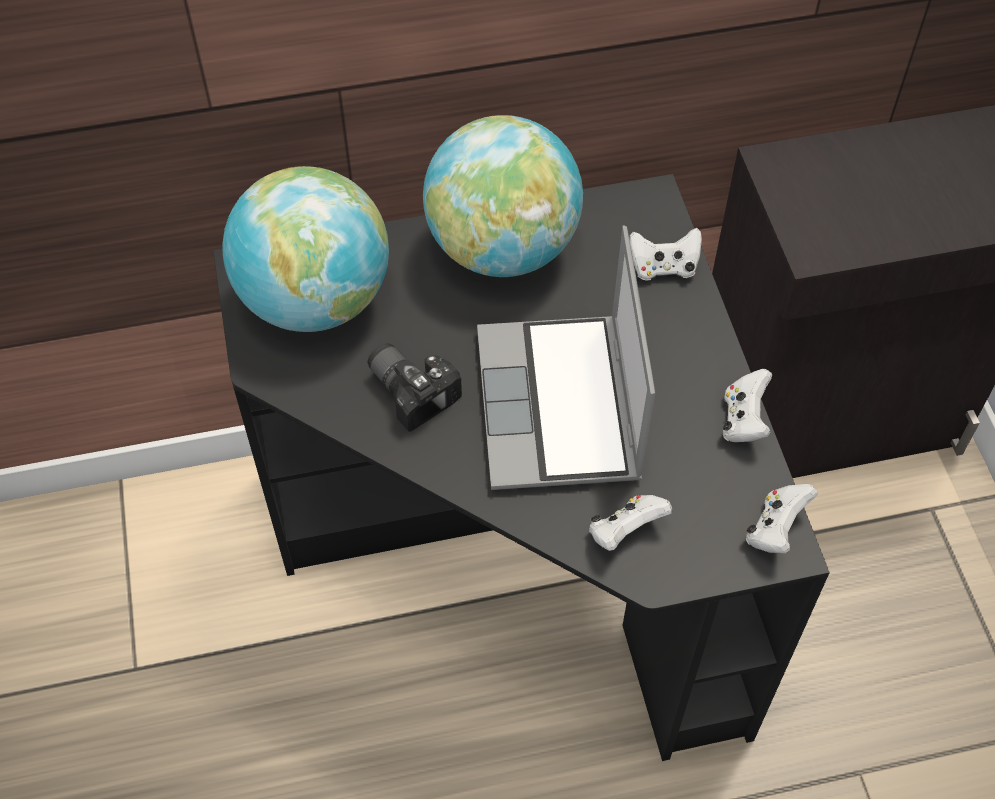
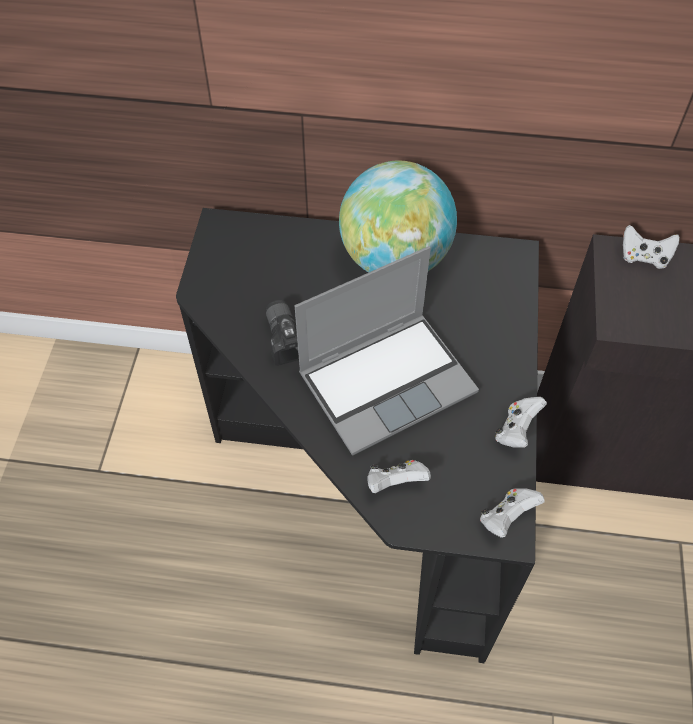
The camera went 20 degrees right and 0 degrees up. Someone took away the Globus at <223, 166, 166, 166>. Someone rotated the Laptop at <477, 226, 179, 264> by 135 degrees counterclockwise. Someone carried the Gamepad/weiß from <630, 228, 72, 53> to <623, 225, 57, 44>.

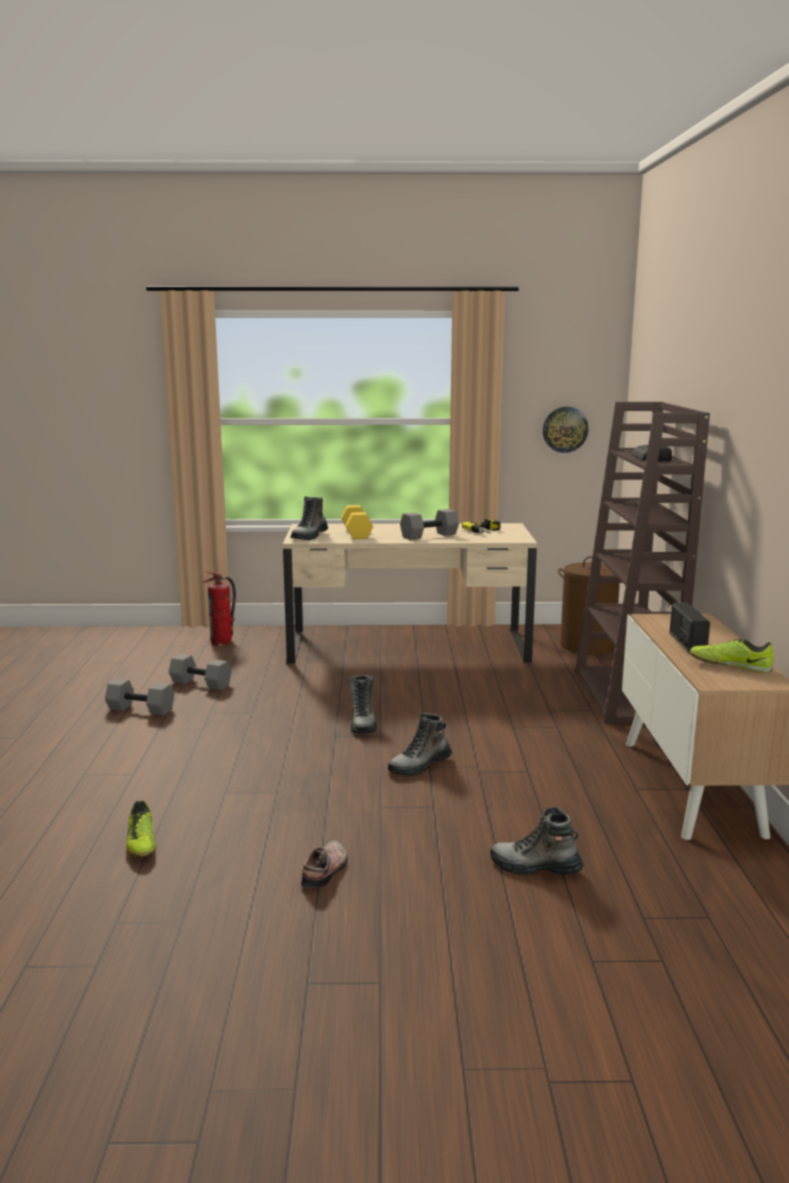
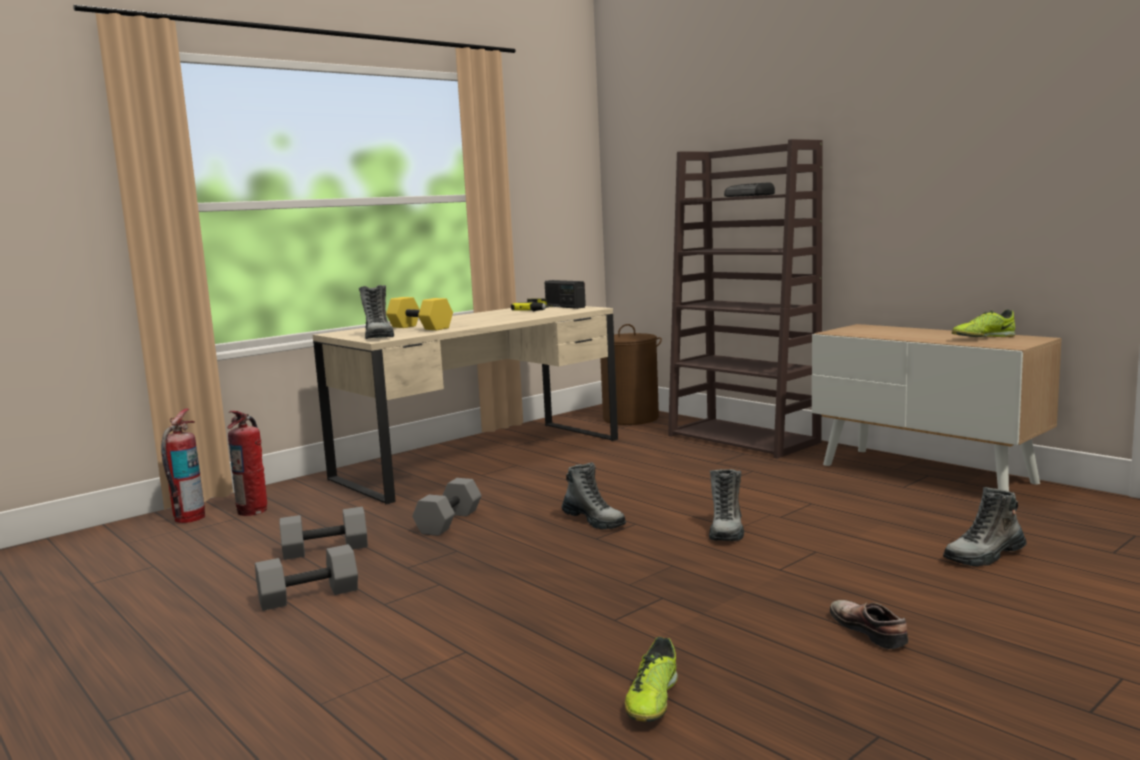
The camera went 40 degrees left and 5 degrees down. Someone rotated the Schuh at <126, 801, 30, 56> by 75 degrees clockwise. Someone carried the Hantel/grau from <400, 509, 59, 31> to <412, 478, 70, 58>. Someone took away the Wanduhr at <542, 407, 46, 46>. Someone carried the Radio from <669, 602, 41, 51> to <545, 280, 41, 29>. Someone put down the Feuerlöscher at <161, 408, 44, 115>.

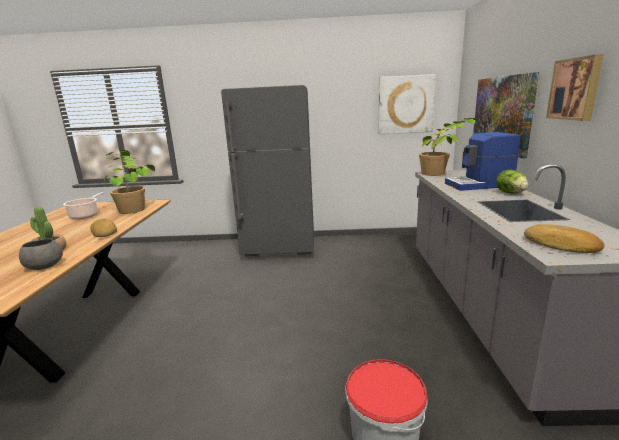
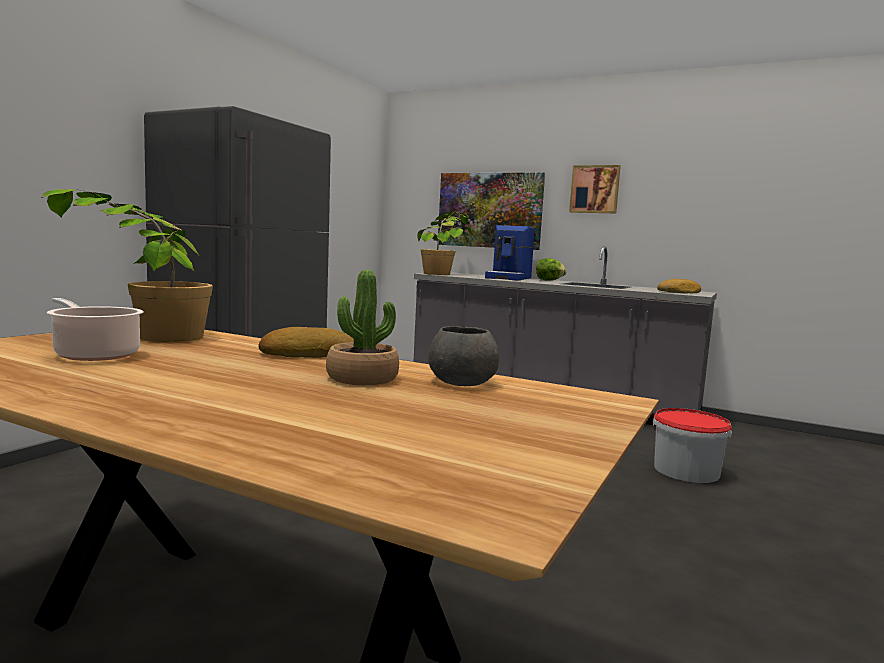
The camera went 65 degrees left and 10 degrees down. Someone took away the Bild at <378, 74, 58, 60>.

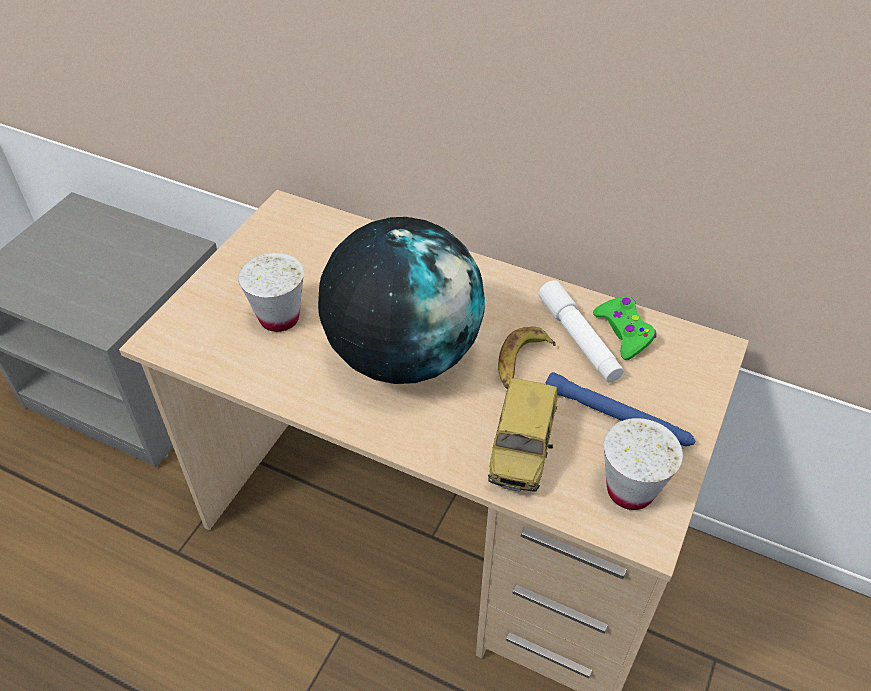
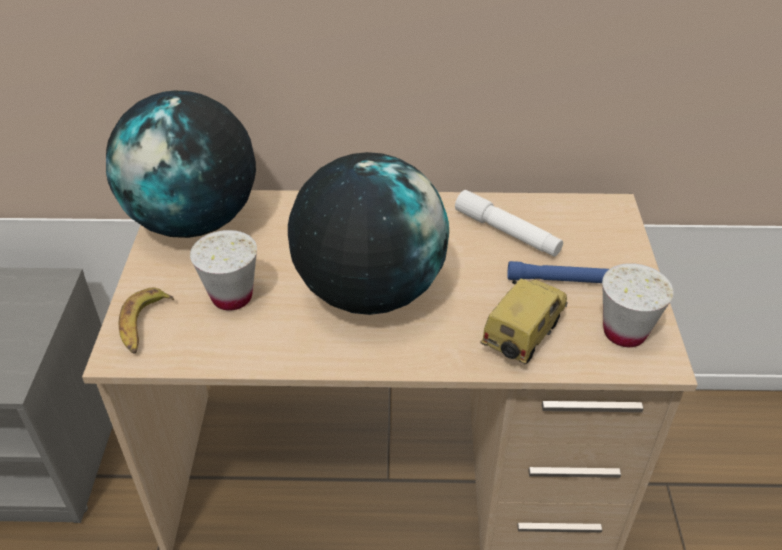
The camera went 25 degrees left and 5 degrees down. Someone rotated the Spielzeugauto at <488, 378, 70, 114> by 135 degrees counterclockwise. Someone carried the Banane from <498, 327, 58, 62> to <119, 288, 55, 66>. Someone took away the Gamepad/grün at <593, 296, 63, 64>. Someone put down the Globus at <106, 91, 150, 147>.

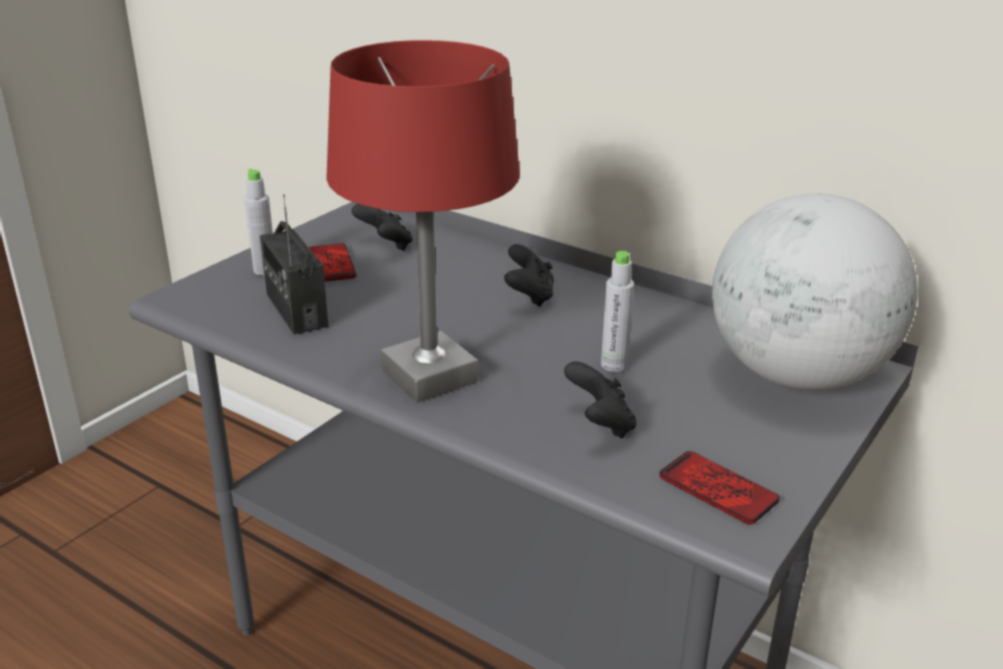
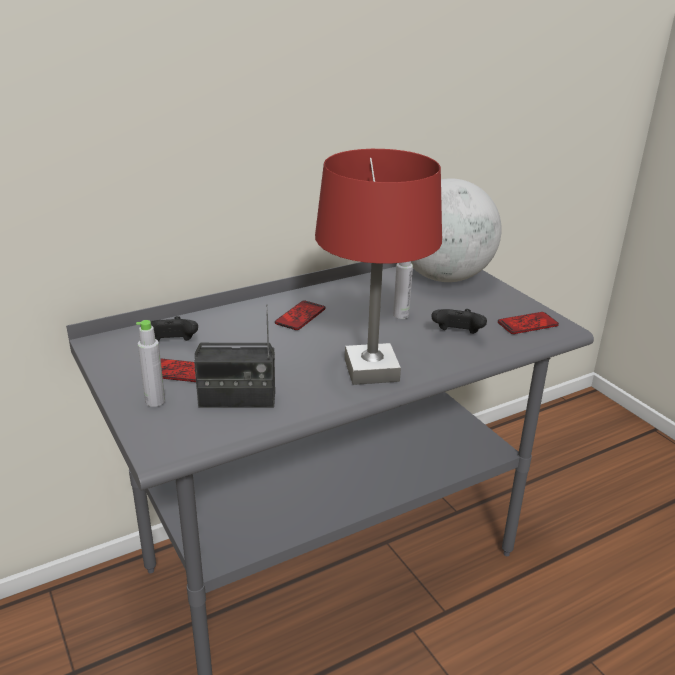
The camera went 65 degrees left and 0 degrees up. Someone swapped the Gamepad/schwarz at <504, 244, 50, 63> for the Handy at <275, 301, 50, 29>.

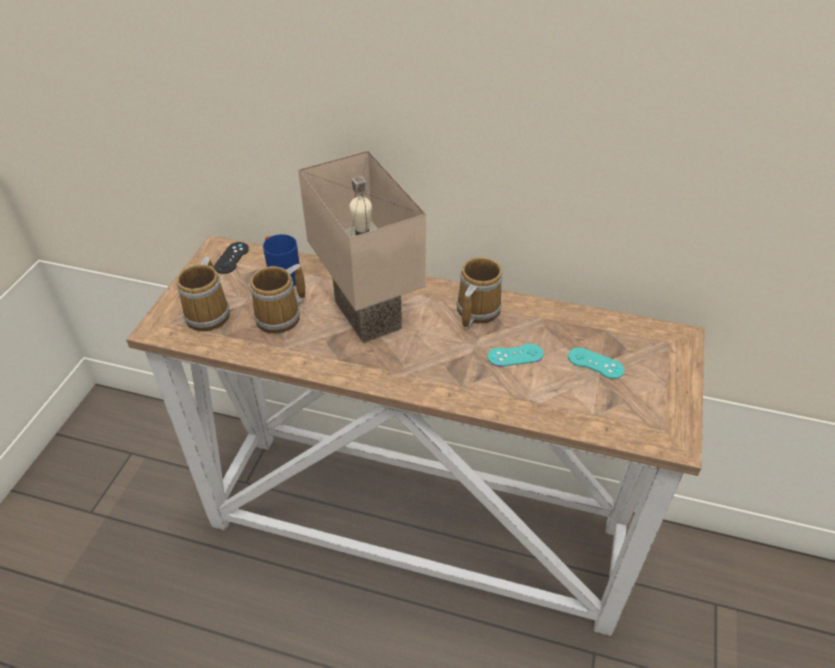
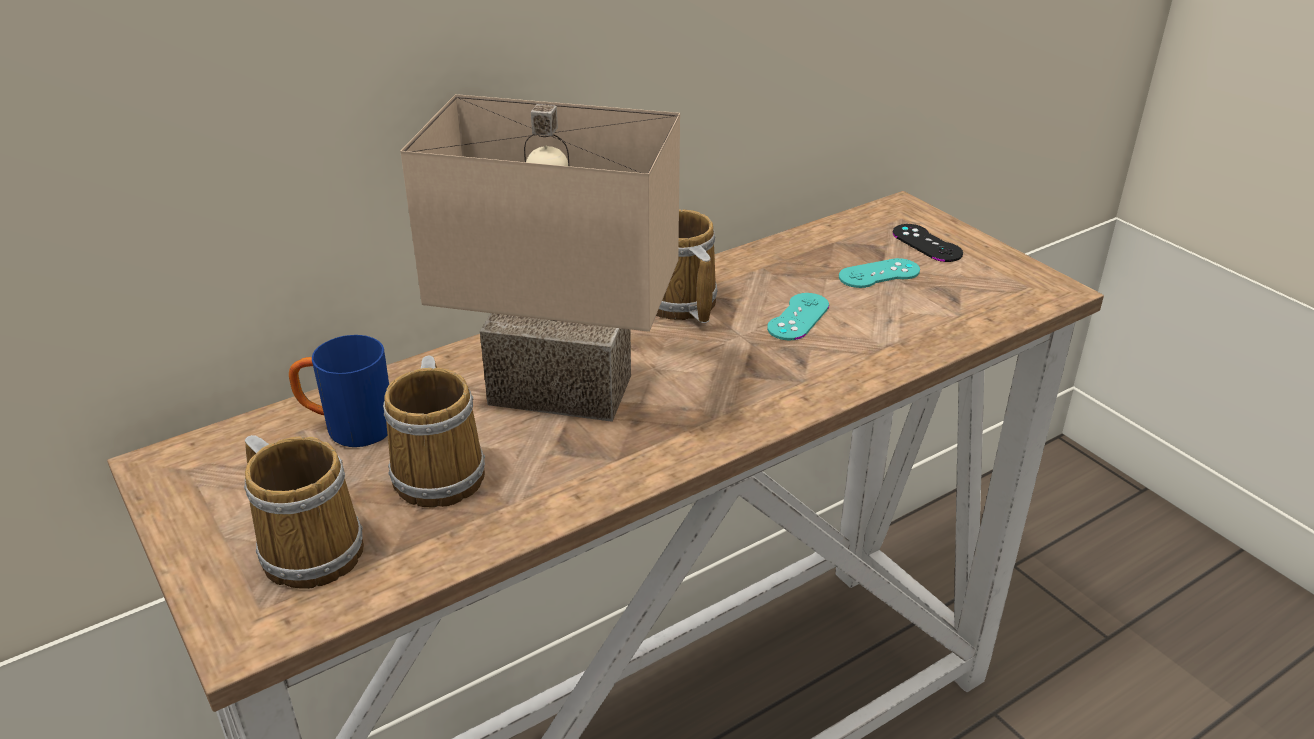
The camera went 50 degrees left and 10 degrees down. Someone carried the Gamepad/schwarz from <214, 242, 35, 32> to <893, 224, 70, 38>.

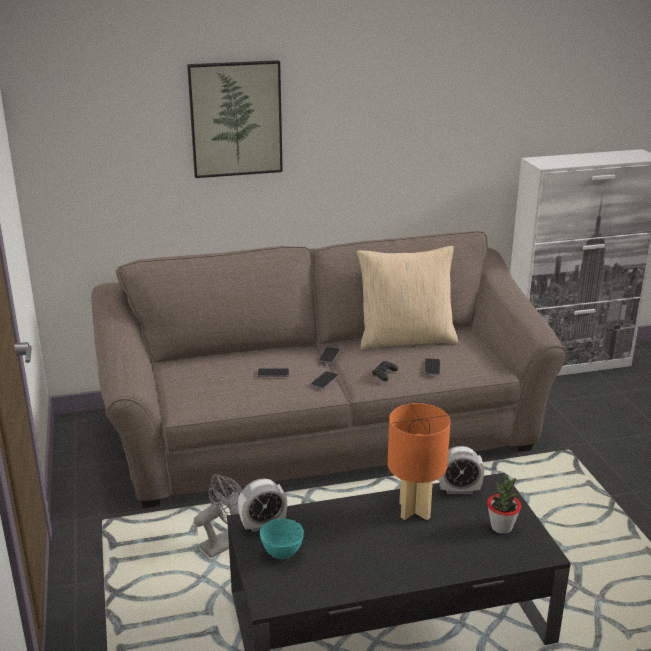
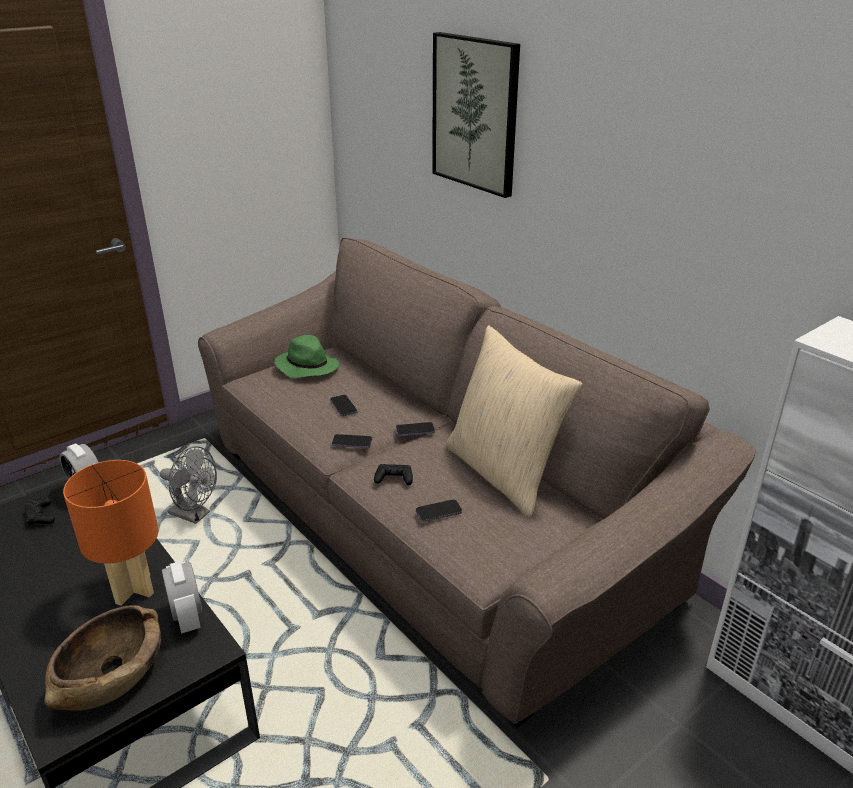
The camera went 65 degrees right and 5 degrees up. Someone swapped the Schüssel/türkis at <260, 519, 44, 40> for the Gamepad/schwarz at <24, 498, 31, 28>. Someone swapped the Topfpflanze at <487, 475, 34, 59> for the Schüssel/braun at <44, 605, 117, 106>. Someone put down the Hut/grün at <275, 335, 64, 43>.

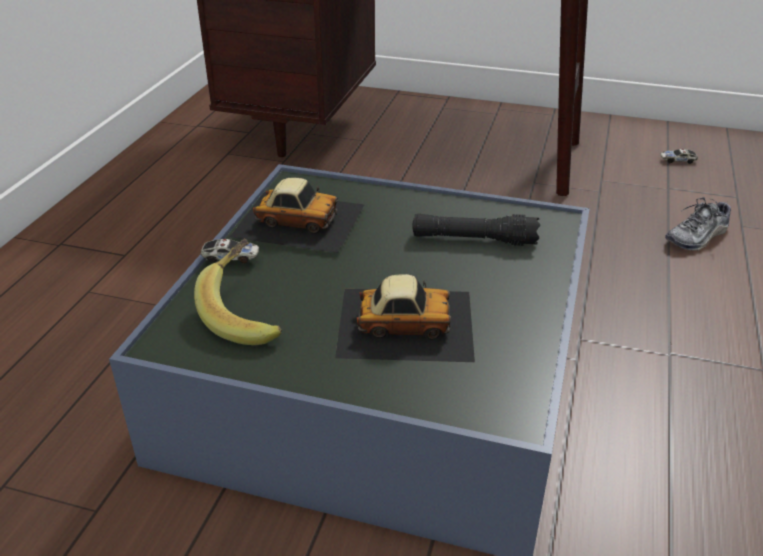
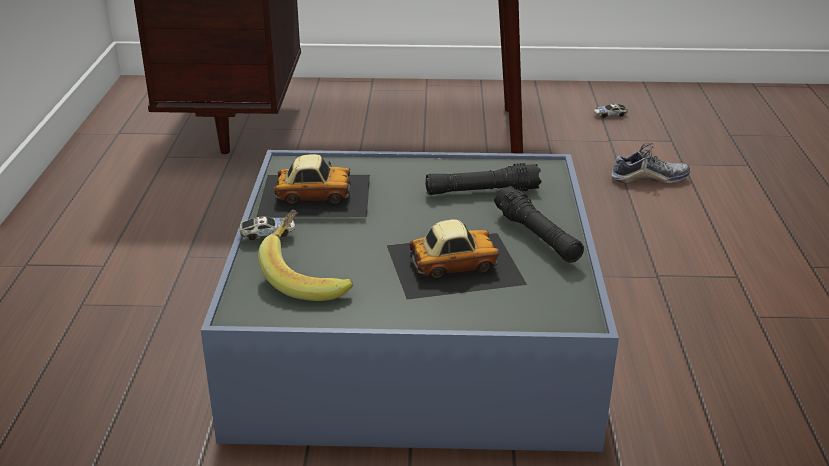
The camera went 15 degrees left and 5 degrees down. Someone rotated the Schuh at <665, 197, 66, 54> by 135 degrees counterclockwise. Someone put down the Taschenlampe/schwarz at <494, 186, 90, 77>.

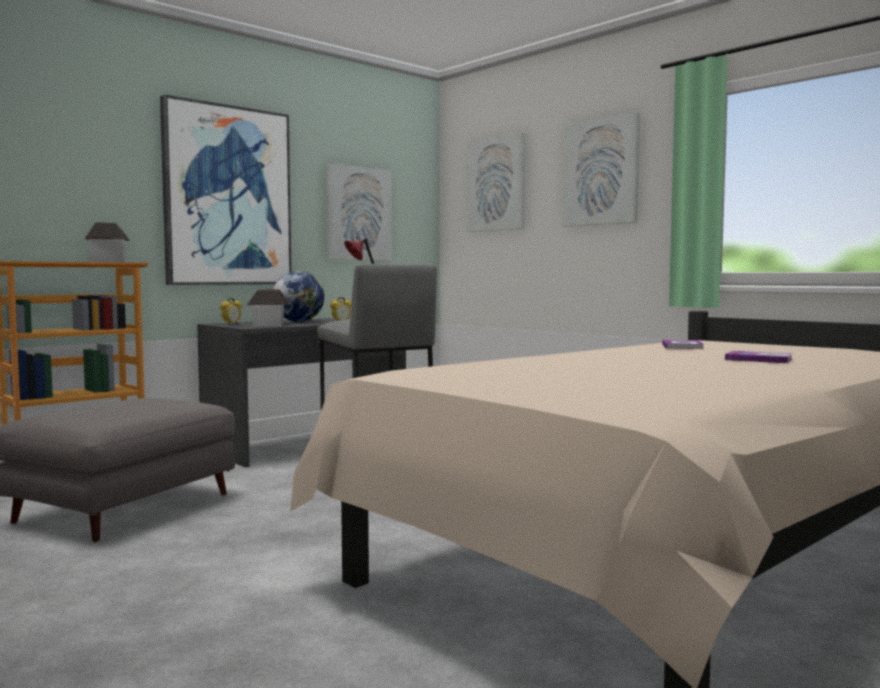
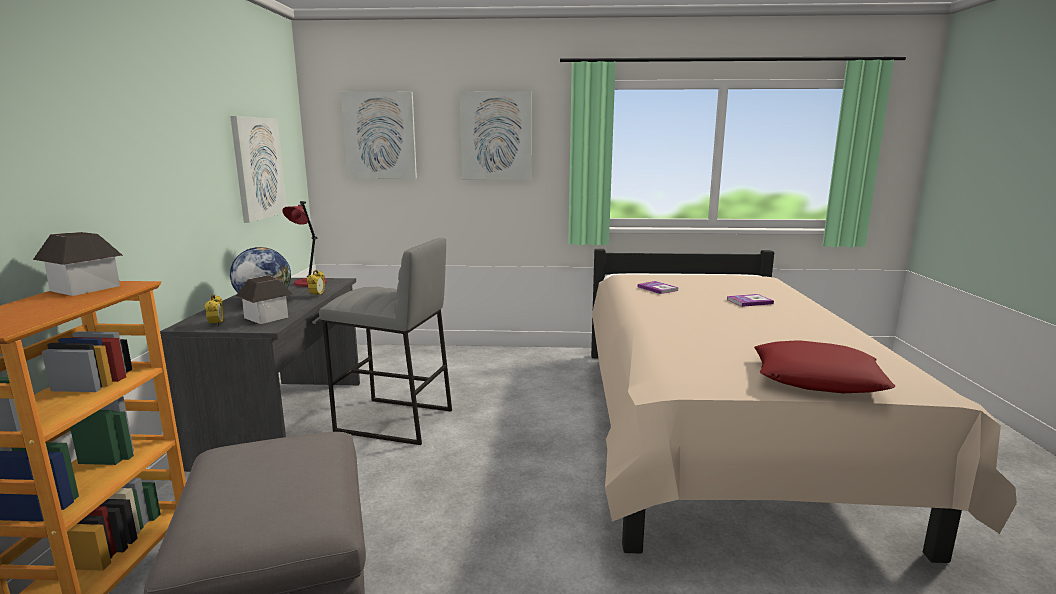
The camera went 45 degrees left and 10 degrees up. Someone took away the Bild at <160, 95, 132, 190>. Someone put down the Kissen/rot at <754, 341, 141, 52>.

